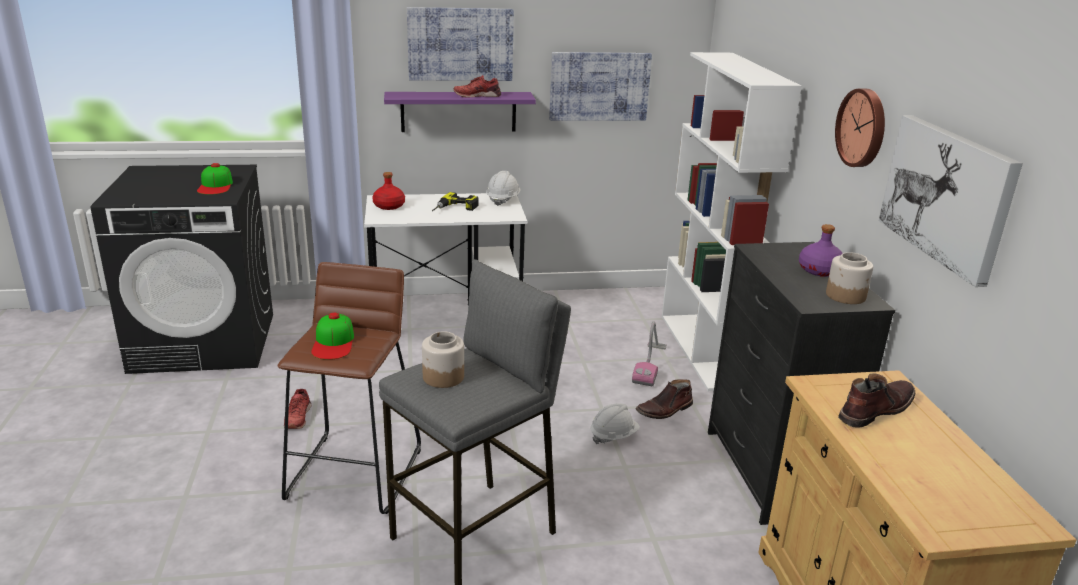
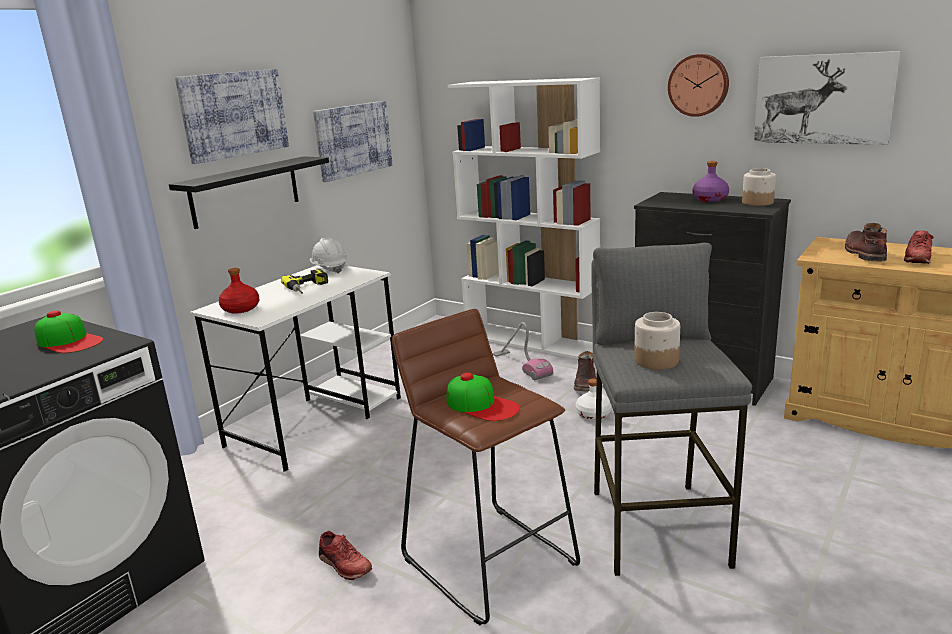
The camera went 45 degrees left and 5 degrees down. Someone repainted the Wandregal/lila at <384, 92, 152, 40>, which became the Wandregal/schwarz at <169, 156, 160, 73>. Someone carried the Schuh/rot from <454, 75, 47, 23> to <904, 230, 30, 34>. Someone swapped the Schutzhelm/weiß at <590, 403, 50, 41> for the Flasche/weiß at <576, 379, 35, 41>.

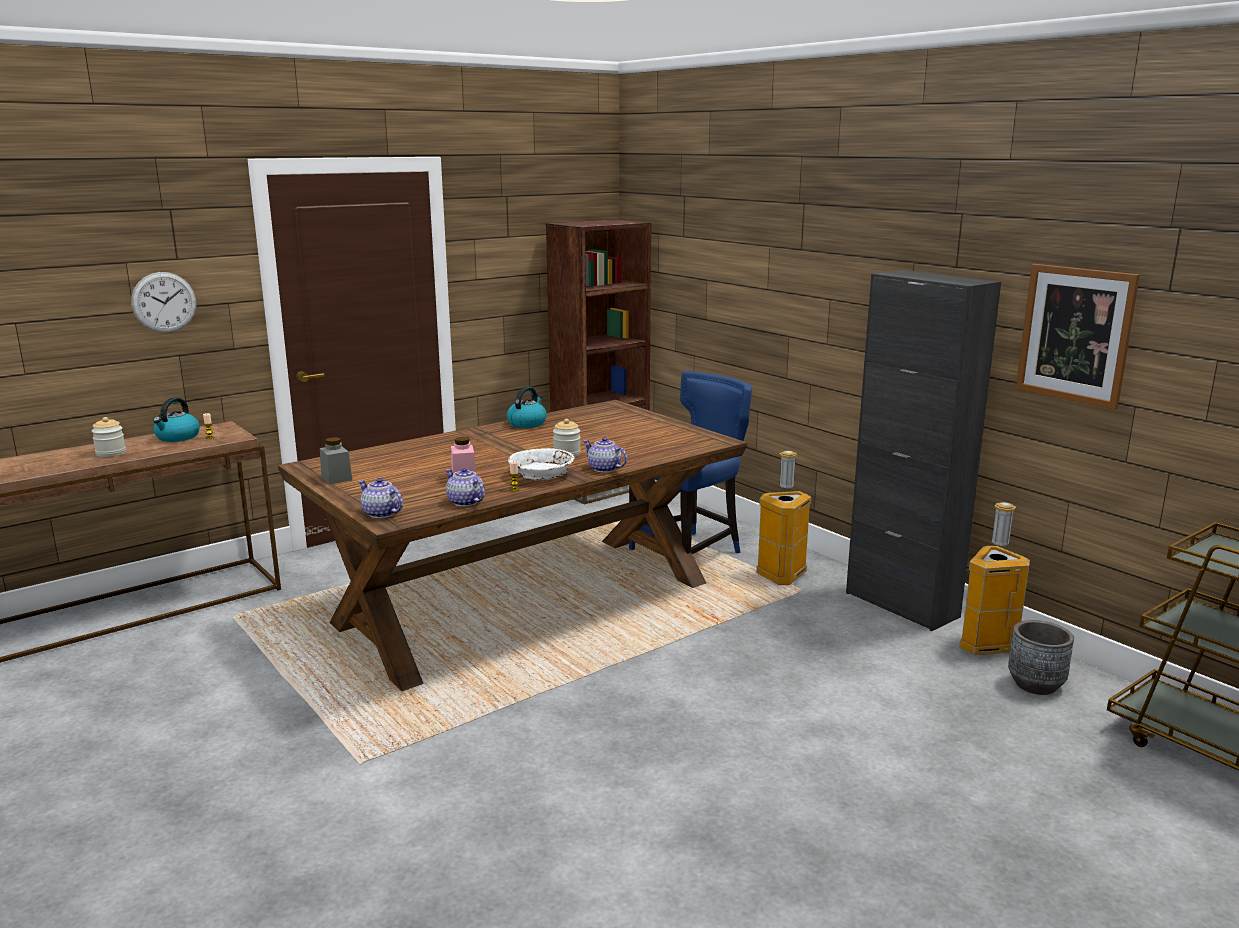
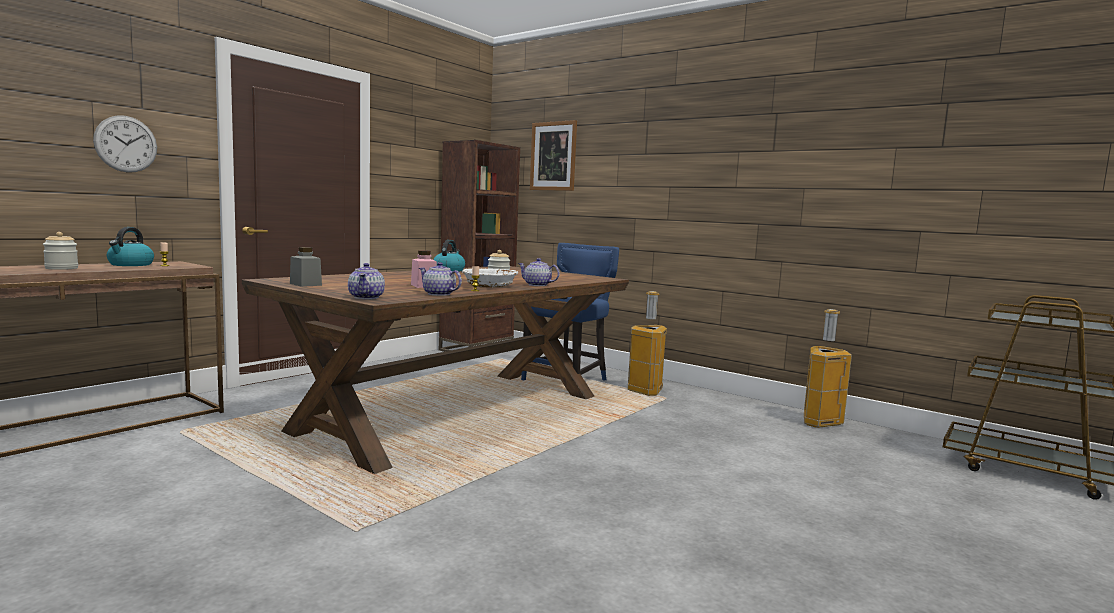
The camera went 15 degrees left and 10 degrees down. Someone rotated the Teekanne at <358, 478, 45, 40> by 120 degrees counterclockwise. Someone took away the Schrank/schwarz at <846, 270, 155, 361>. Someone took away the Pflanzkübel/grau at <1008, 620, 66, 75>. Someone carried the Bild from <1016, 264, 124, 146> to <530, 120, 47, 71>.

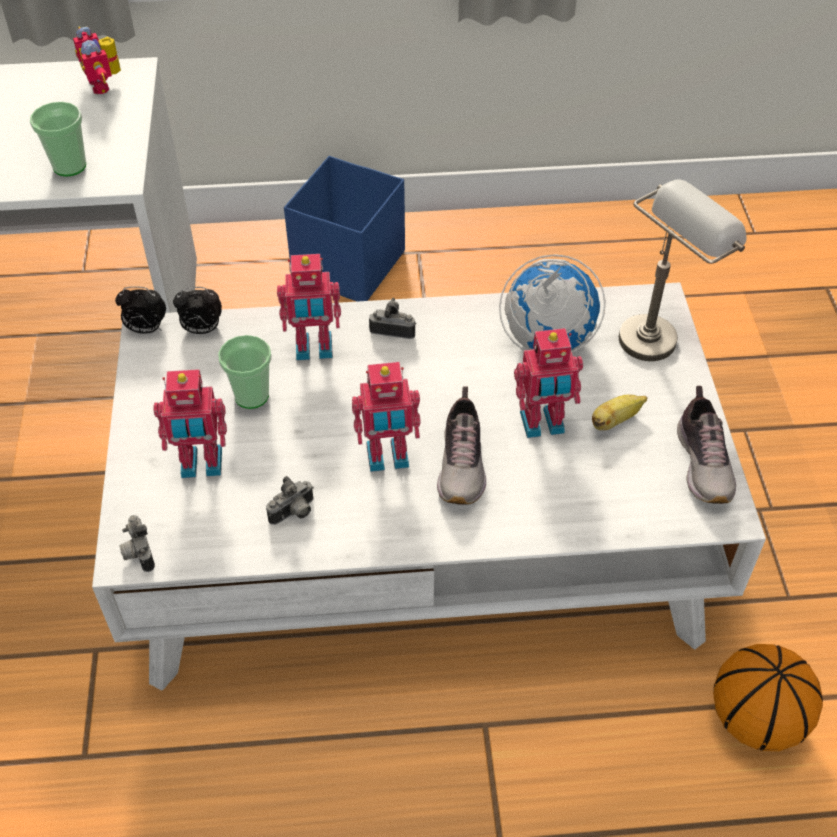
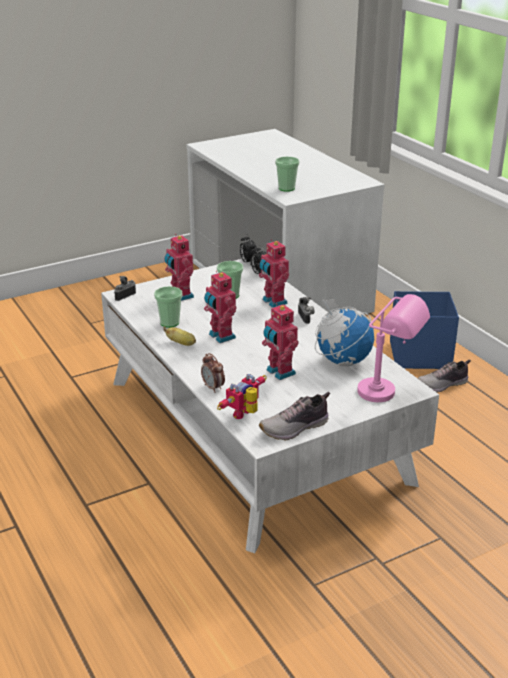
The camera went 65 degrees right and 20 degrees down. Someone carried the Spielzeugroboter from <73, 26, 48, 68> to <217, 374, 50, 45>. Someone swapped the Kamera at <266, 476, 48, 49> for the Tasse at <154, 286, 29, 42>. Someone carried the Schuh from <437, 386, 49, 119> to <418, 360, 53, 33>. Someone carried the Banane from <592, 394, 56, 36> to <163, 326, 33, 20>. Someone repainted the Tischlampe/grau at <619, 180, 127, 181>, which became the Tischlampe/rosa at <357, 294, 73, 108>. Someone took away the Basketball at <713, 644, 110, 107>. Someone put down the Wecker at <201, 353, 24, 40>.

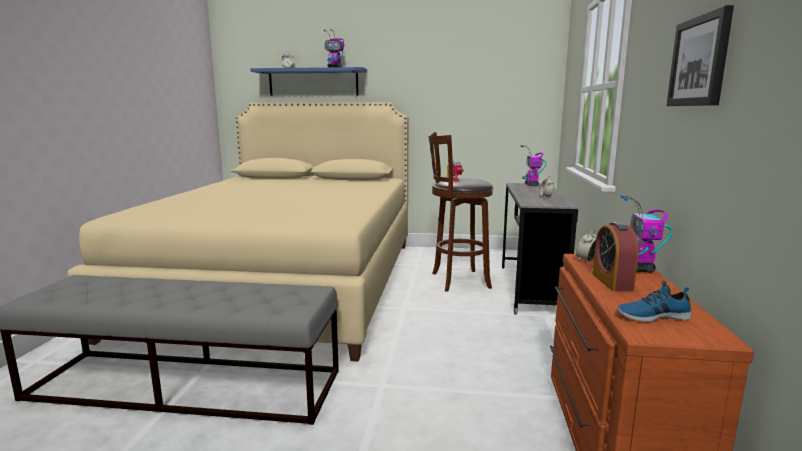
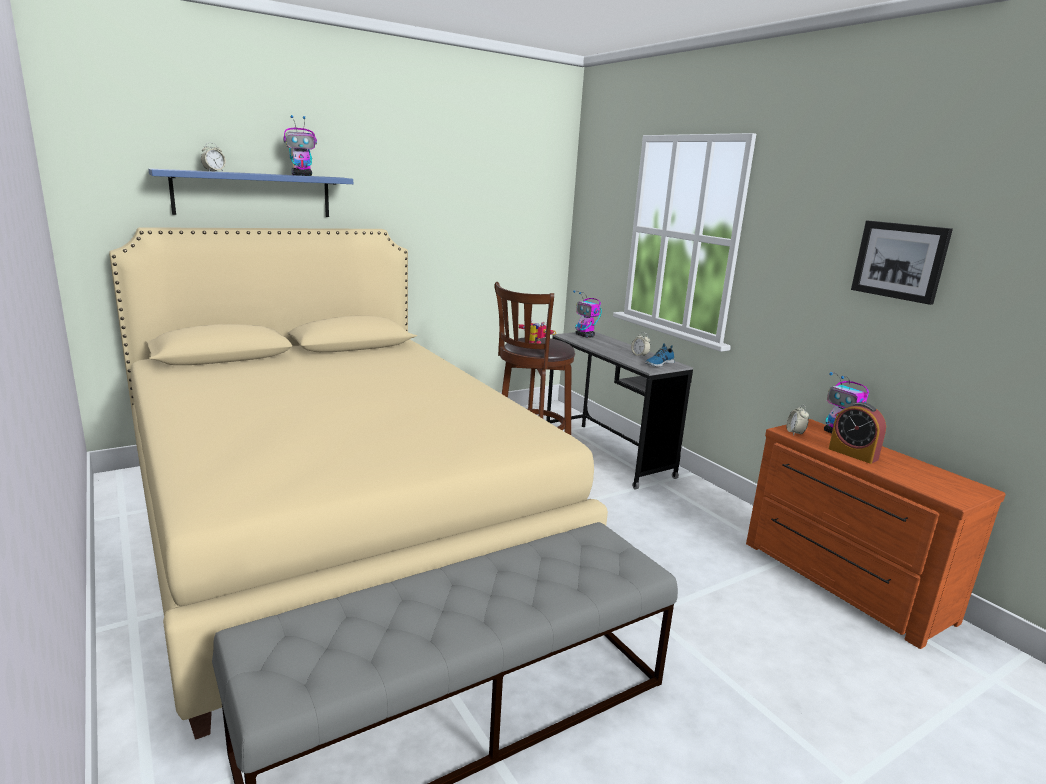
The camera went 40 degrees left and 5 degrees up. Someone carried the Schuh from <617, 280, 75, 42> to <645, 343, 29, 24>.

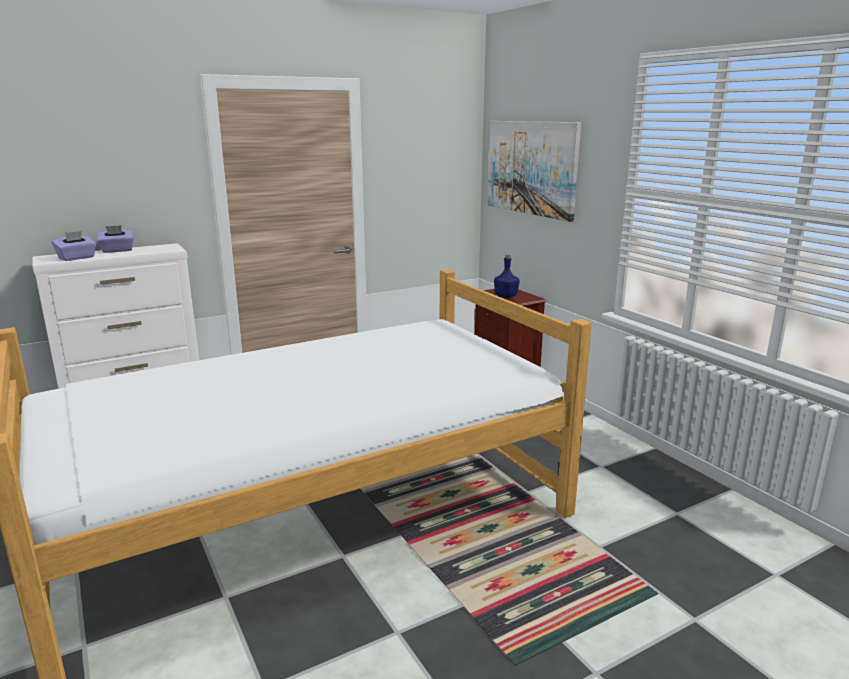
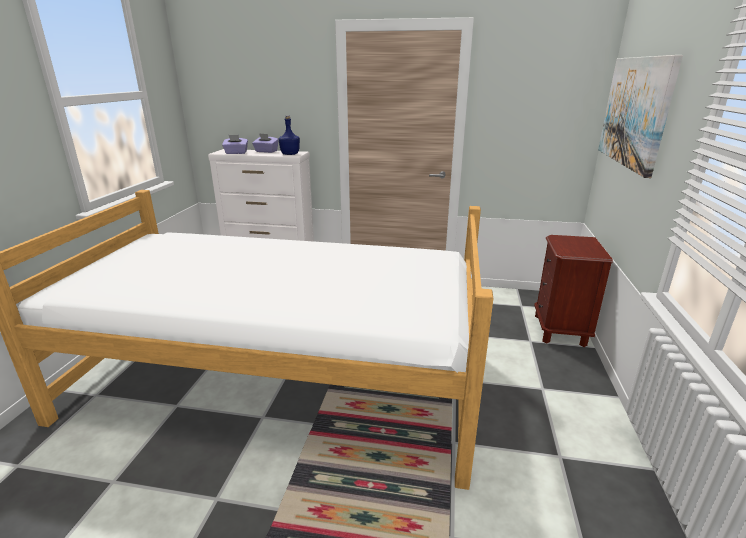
The camera went 40 degrees right and 5 degrees up. Someone carried the Flasche/blau from <494, 255, 26, 43> to <279, 116, 21, 39>.

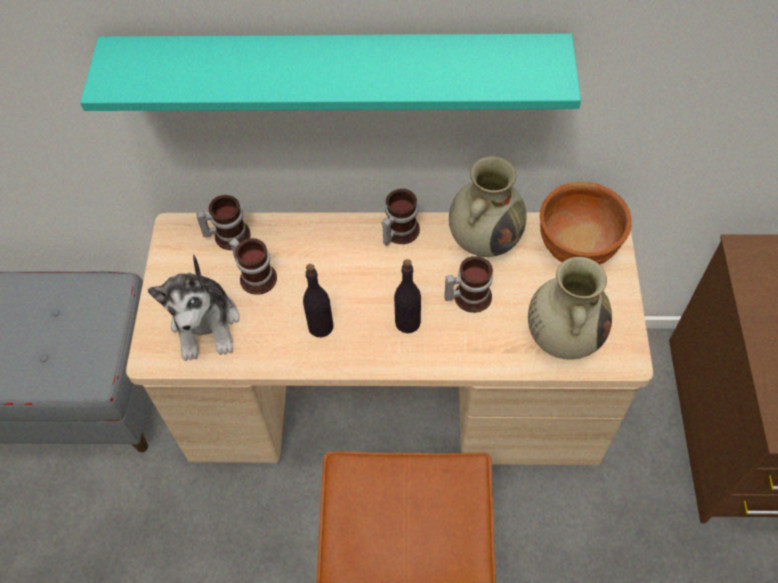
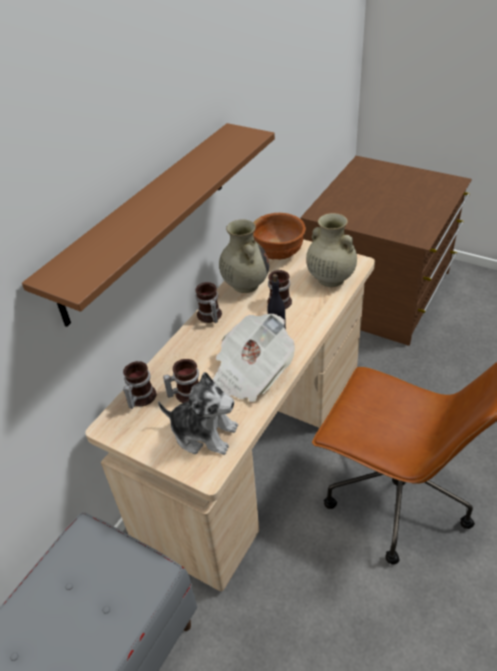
The camera went 60 degrees left and 15 degrees down. Someone repainted the Wandregal/türkis at <80, 34, 501, 77>, which became the Wandregal/braun at <22, 123, 253, 204>. Someone swapped the Flasche/schwarz at <303, 264, 30, 73> for the Zeitung at <212, 314, 83, 88>.

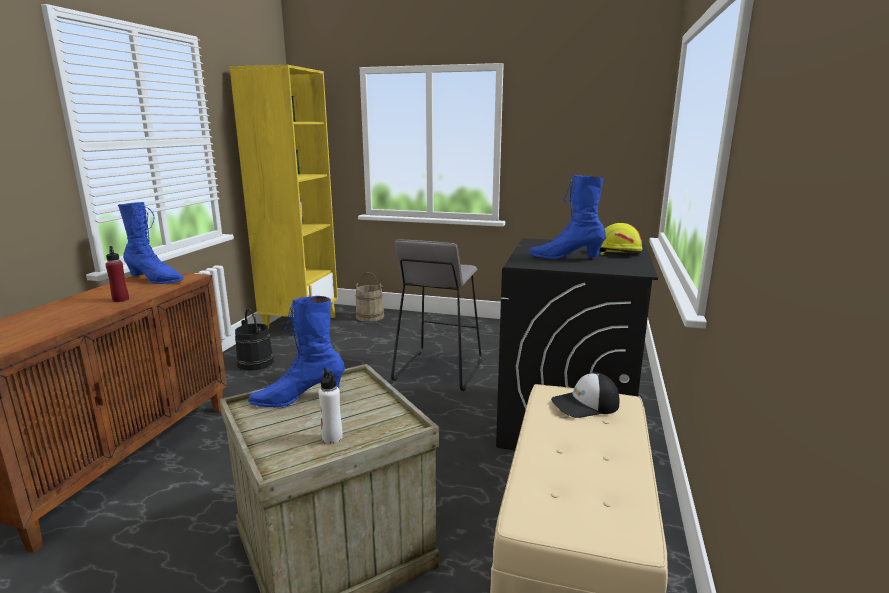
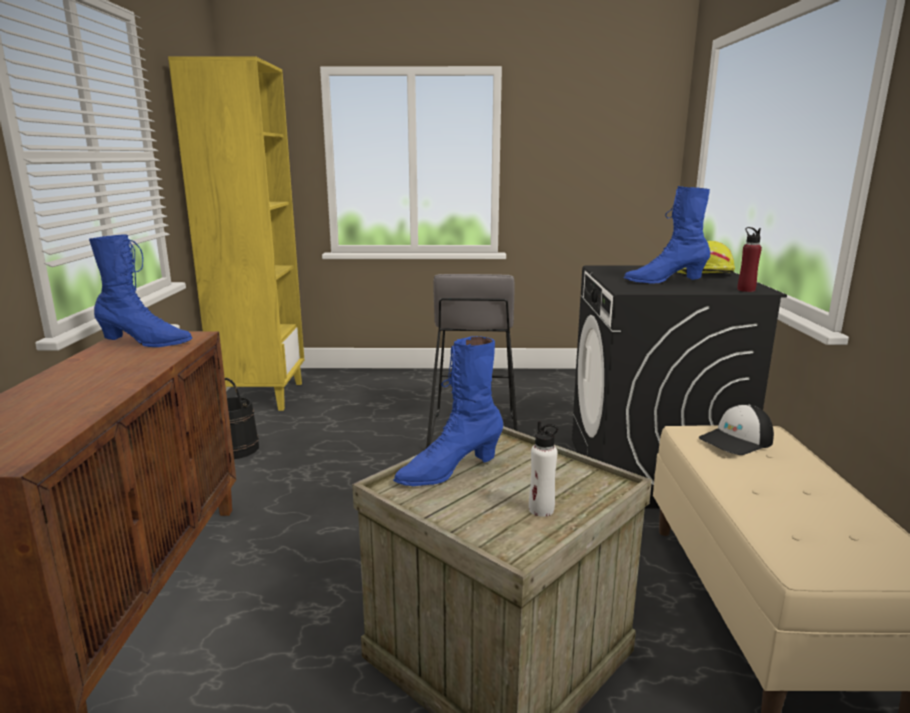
The camera went 15 degrees left and 0 degrees up. Someone carried the Flasche/rot from <105, 246, 24, 56> to <737, 227, 25, 65>. Someone took away the Eimer/beige at <354, 272, 30, 50>.

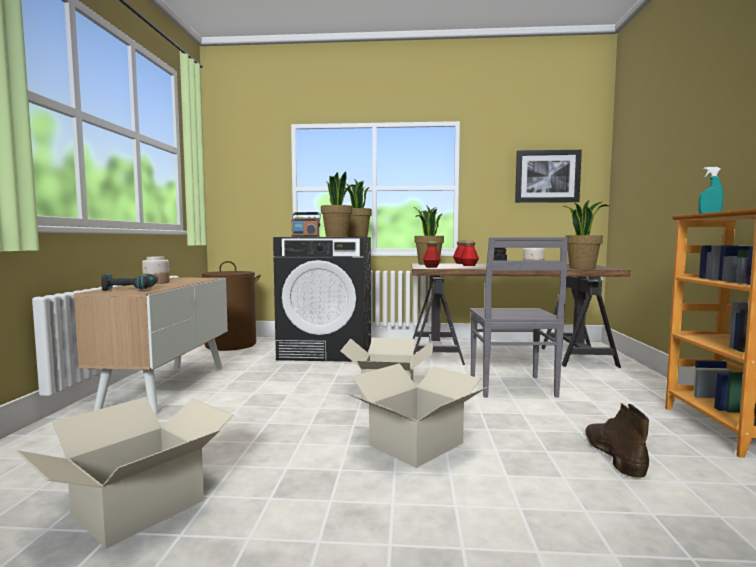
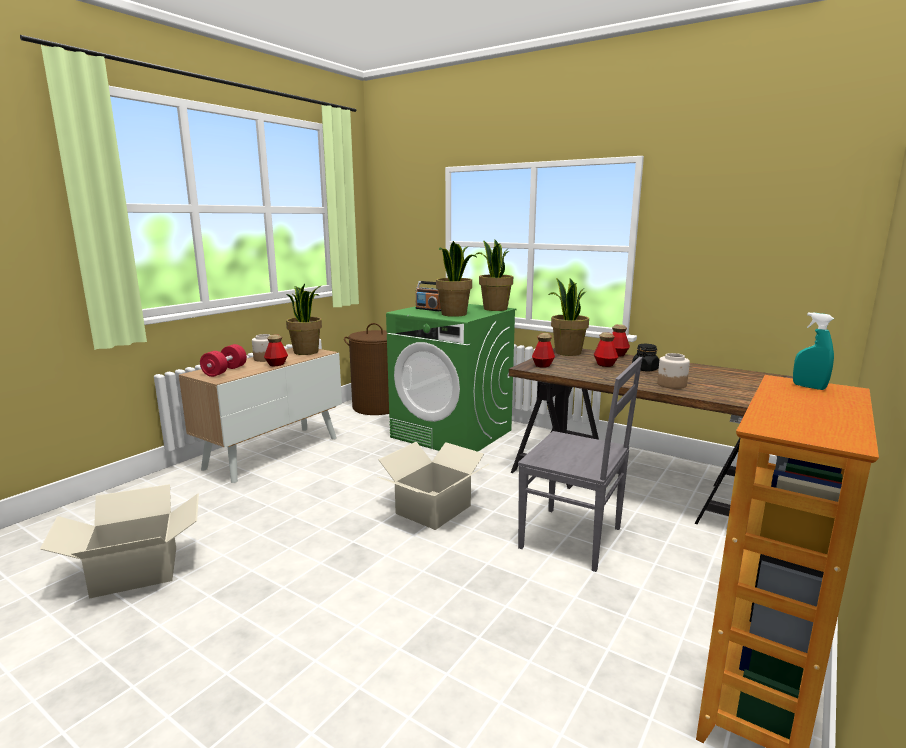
The camera went 30 degrees right and 10 degrees up. Someone swapped the Bohrmaschine at <101, 274, 57, 17> for the Hantel/rot at <200, 344, 47, 33>. Someone repainted the Waschmaschine/schwarz at <273, 237, 98, 125>, which became the Waschmaschine/grün at <386, 304, 130, 148>. Someone took away the Karton at <346, 364, 141, 104>. Someone rotated the Stuhl/grau at <470, 237, 98, 161> by 90 degrees counterclockwise. Someone took away the Bild at <515, 150, 67, 53>. Someone carried the Topfpflanze from <564, 199, 45, 70> to <286, 284, 36, 71>. Someone took away the Stiefel/braun at <585, 403, 64, 75>. Someone put down the Flasche at <264, 334, 24, 32>.

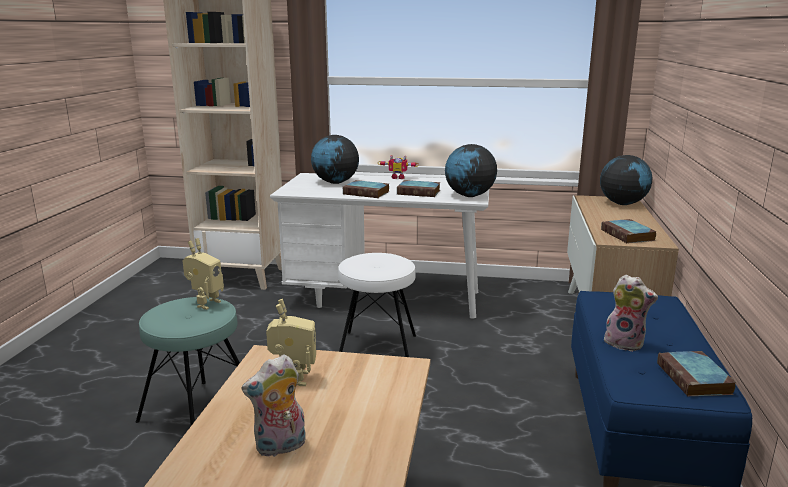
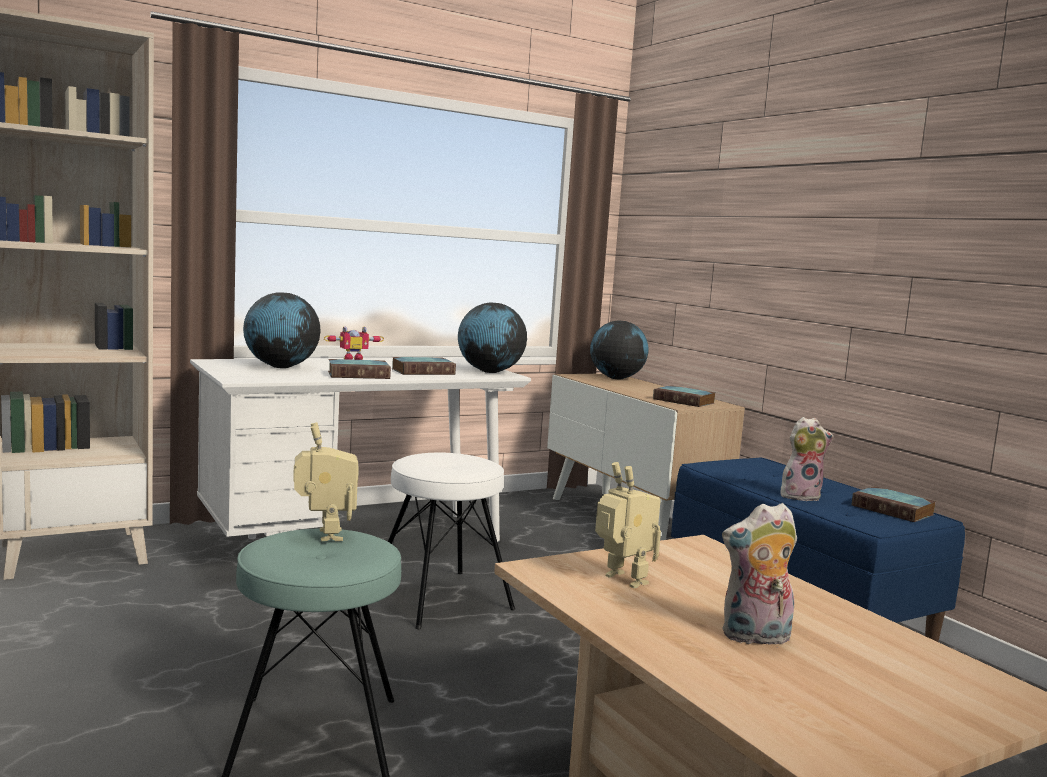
The camera went 40 degrees left and 10 degrees down. Someone rotated the Plüschtier at <241, 354, 65, 104> by 60 degrees clockwise.

